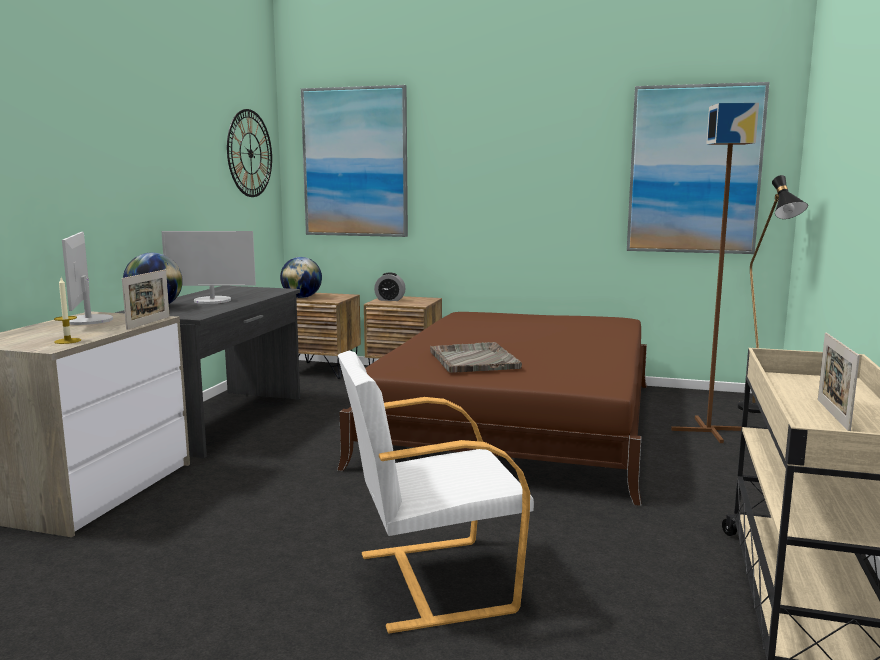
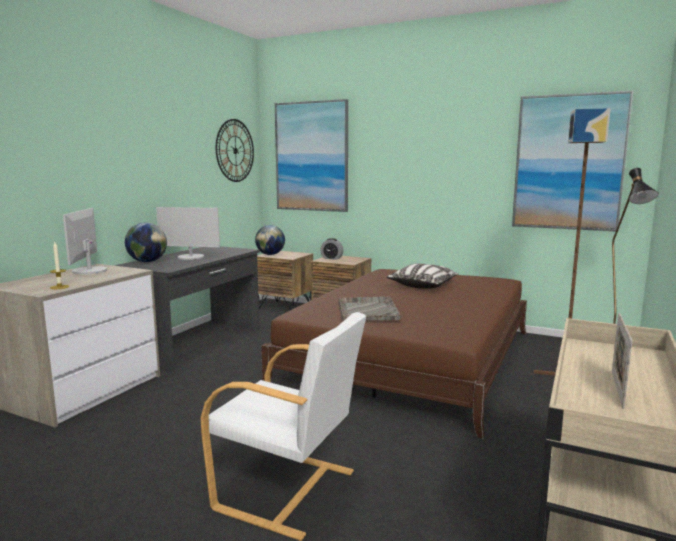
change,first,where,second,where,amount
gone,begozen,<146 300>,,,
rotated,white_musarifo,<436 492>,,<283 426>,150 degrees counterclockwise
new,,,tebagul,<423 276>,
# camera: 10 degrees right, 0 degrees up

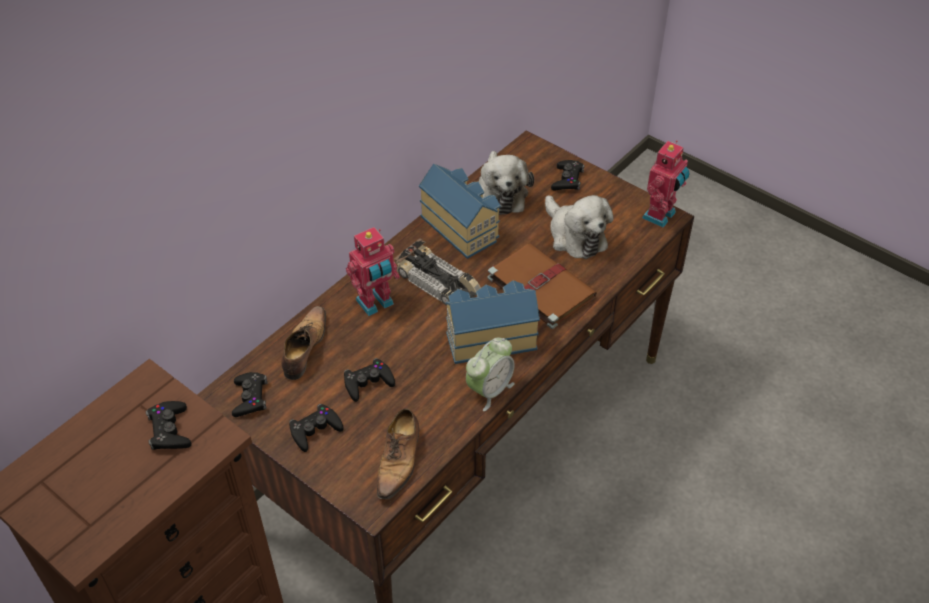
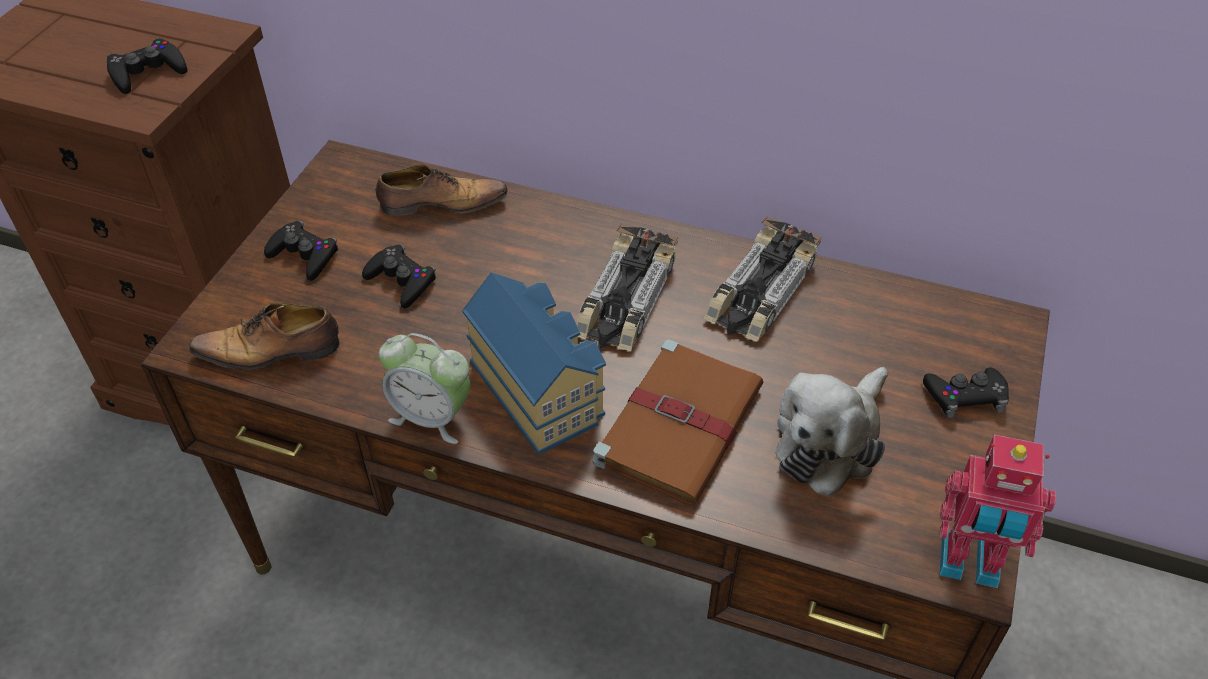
change,first,where,second,where,amount
gone,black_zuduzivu,<249 394>,,,
gone,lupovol,<373 271>,,,
swapped,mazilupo,<460 211>,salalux,<763 279>,
gone,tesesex,<506 183>,,,
# camera: 70 degrees right, 0 degrees up

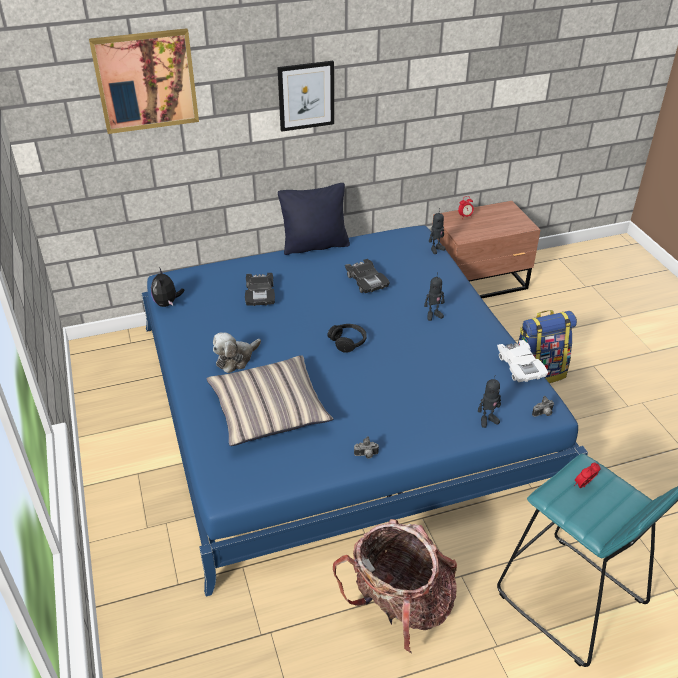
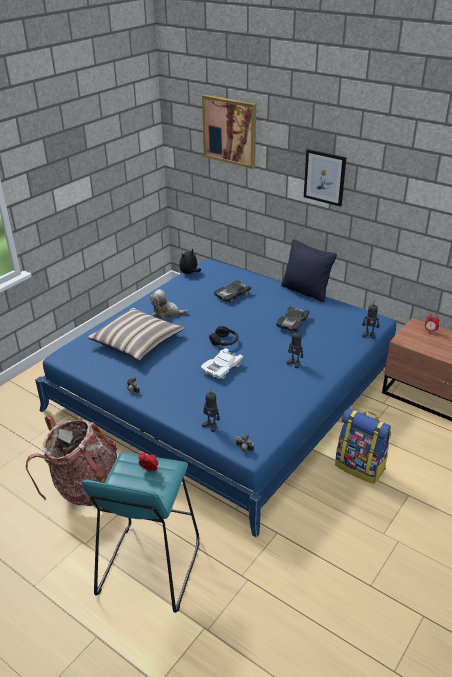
change,first,where,second,where,amount
shifted,white_salalux,<522 361>,,<222 363>,
# camera: 55 degrees right, 5 degrees down

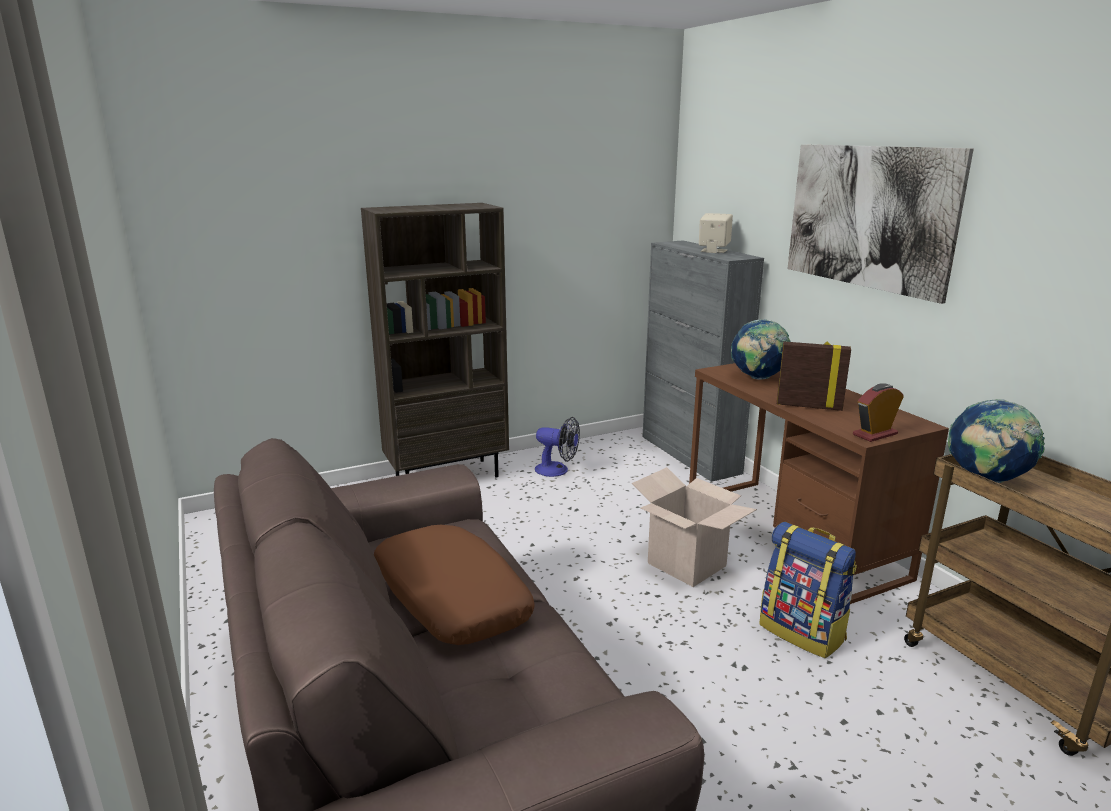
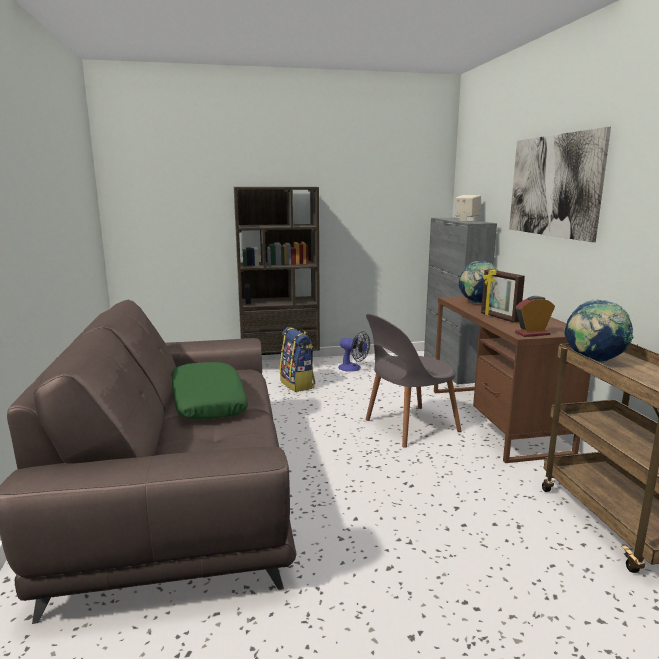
change,first,where,second,where,amount
repainted,brown_tebagul,<454 585>,green_tebagul,<209 390>,
swapped,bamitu,<694 527>,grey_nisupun,<414 381>,
shifted,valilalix,<808 590>,,<297 359>,
rotated,begozen,<814 376>,,<503 296>,150 degrees counterclockwise
# camera: 15 degrees right, 5 degrees down

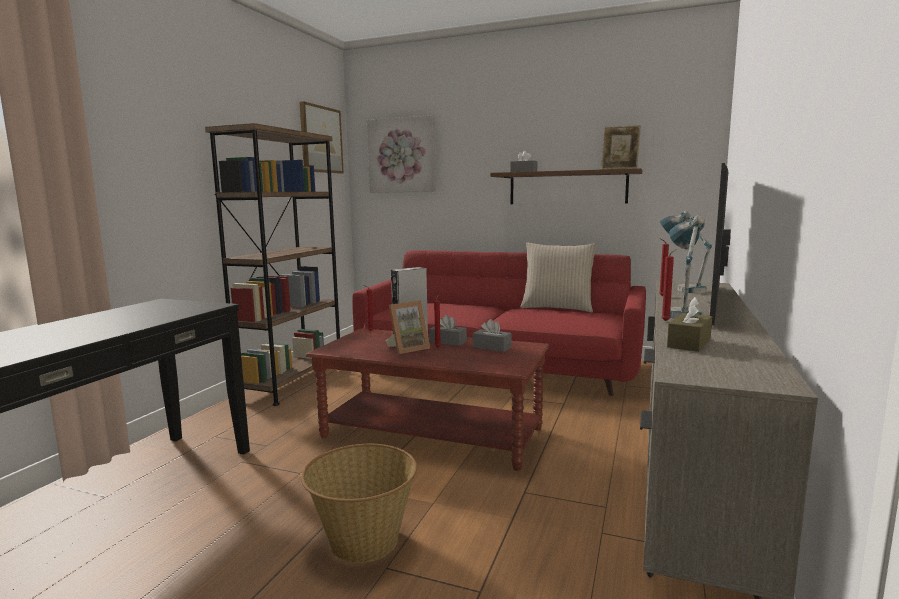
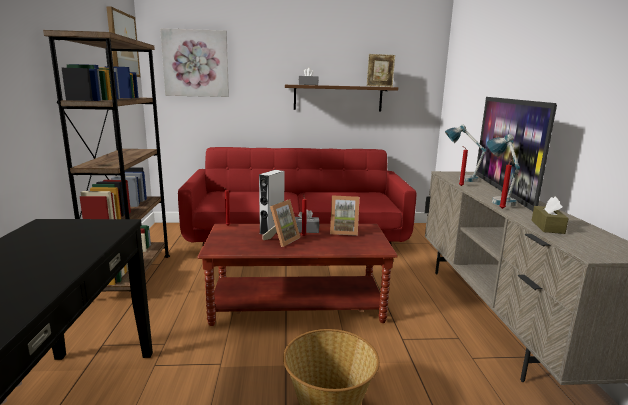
change,first,where,second,where,amount
swapped,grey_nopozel,<492 335>,begozen,<344 215>,
gone,beige_tebagul,<558 277>,,,
# camera: 25 degrees left, 5 degrees up

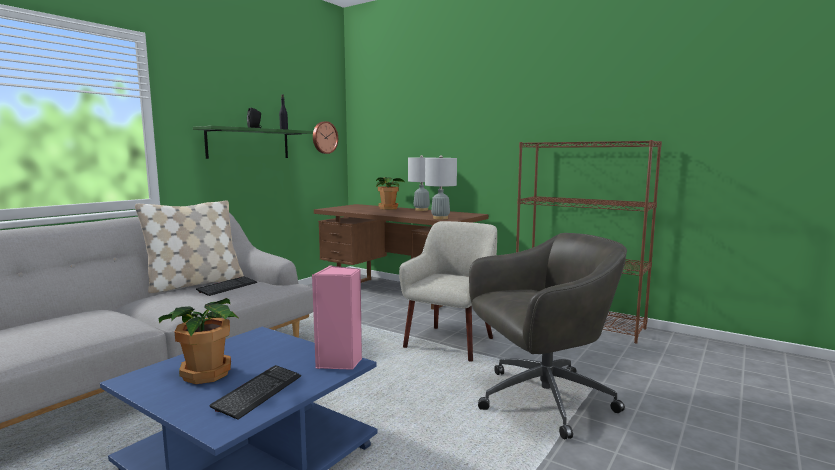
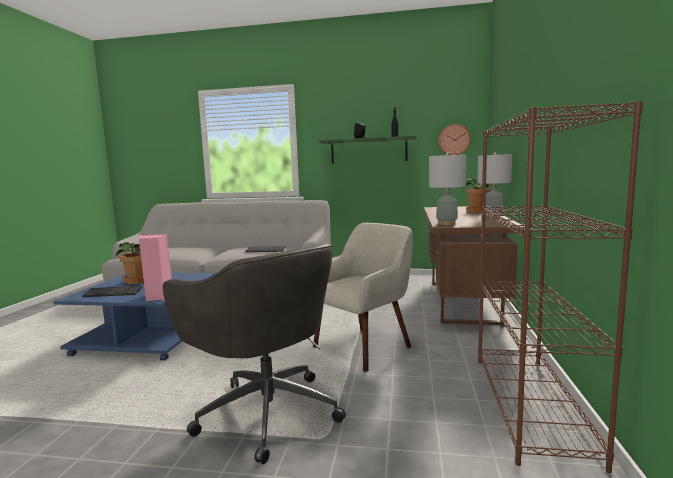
change,first,where,second,where,amount
gone,beige_tebagul,<189 246>,,,
rotated,beige_musarifo,<448 291>,,<363 297>,45 degrees counterclockwise
# camera: 65 degrees right, 0 degrees up

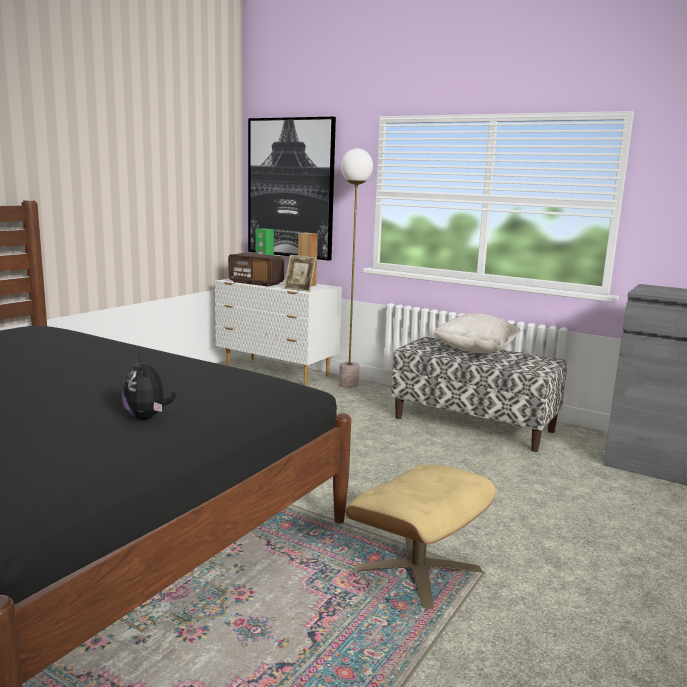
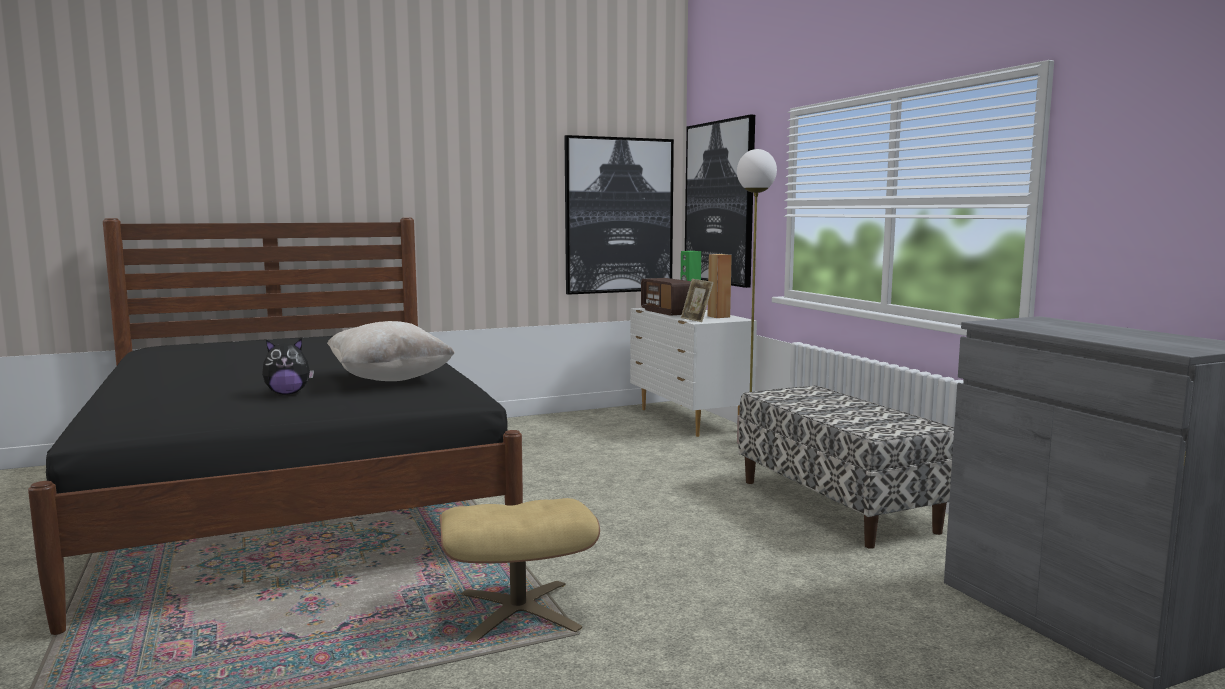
change,first,where,second,where,amount
rotated,tesesex,<149 387>,,<288 366>,120 degrees counterclockwise
shifted,beige_tebagul,<477 333>,,<391 351>,
new,,,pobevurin,<619 215>,
# camera: 35 degrees right, 5 degrees down

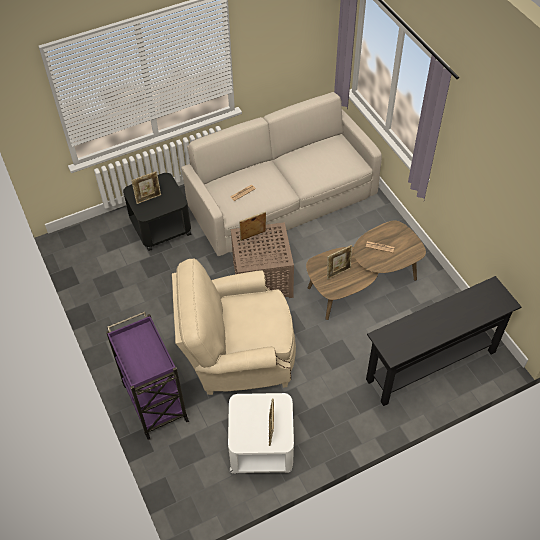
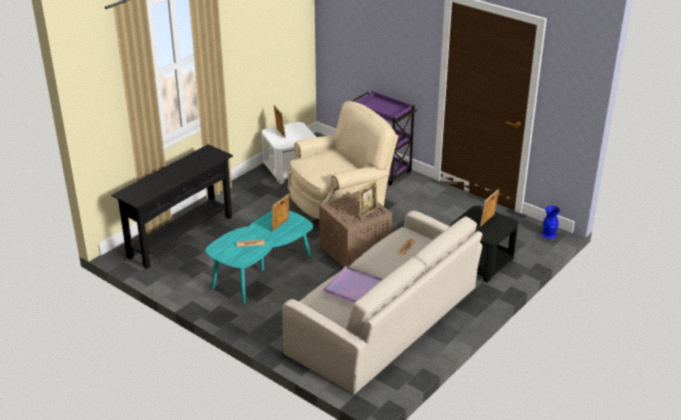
change,first,where,second,where,amount
repainted,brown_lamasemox,<366 270>,turquoise_lamasemox,<259 257>,
new,,,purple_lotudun,<351 285>,
new,,,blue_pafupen,<551 222>,
# camera: 155 degrees right, 20 degrees down

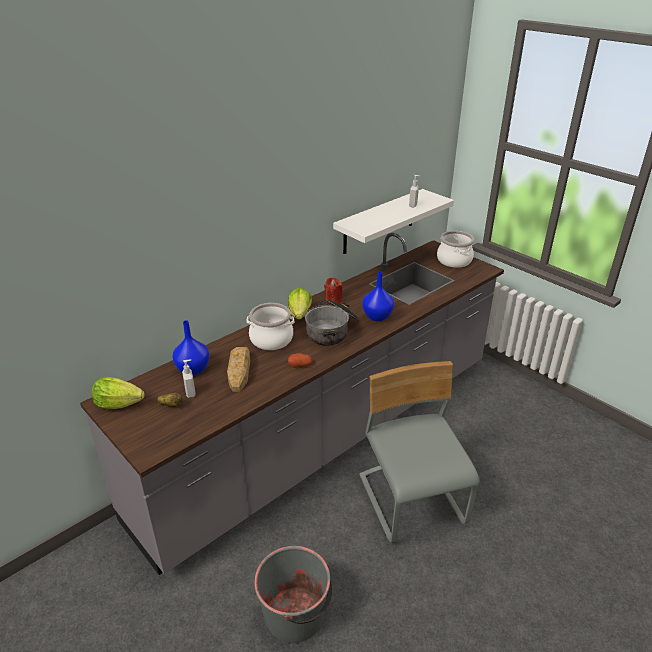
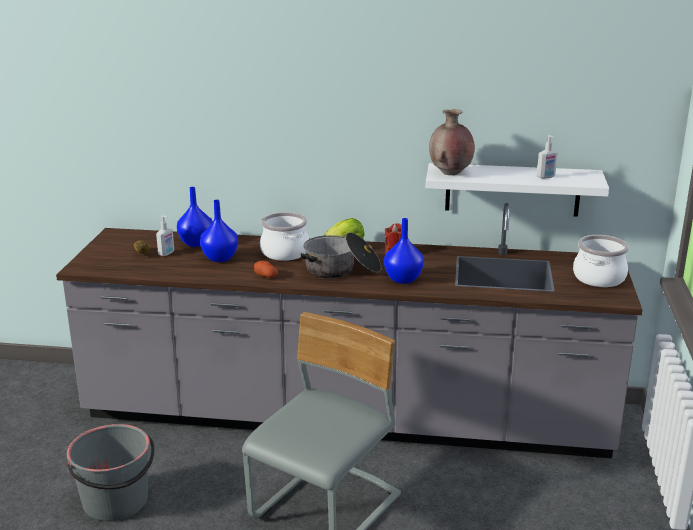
change,first,where,second,where,amount
gone,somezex,<118 393>,,,
swapped,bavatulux,<238 369>,blue_pafupen,<219 231>,
new,,,brown_pafupen,<452 142>,
# camera: 50 degrees right, 10 degrees down

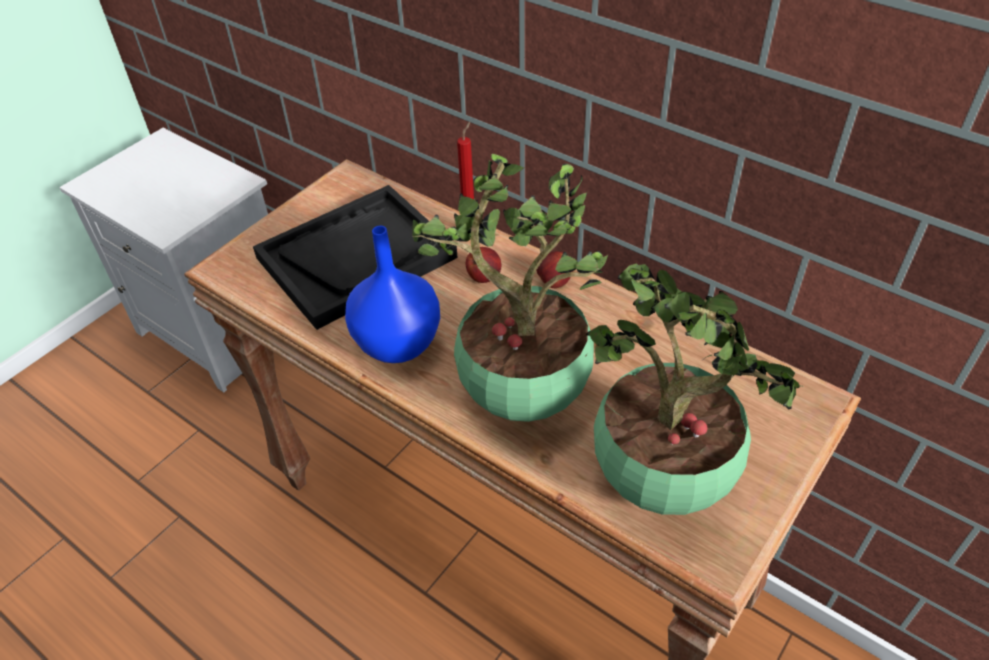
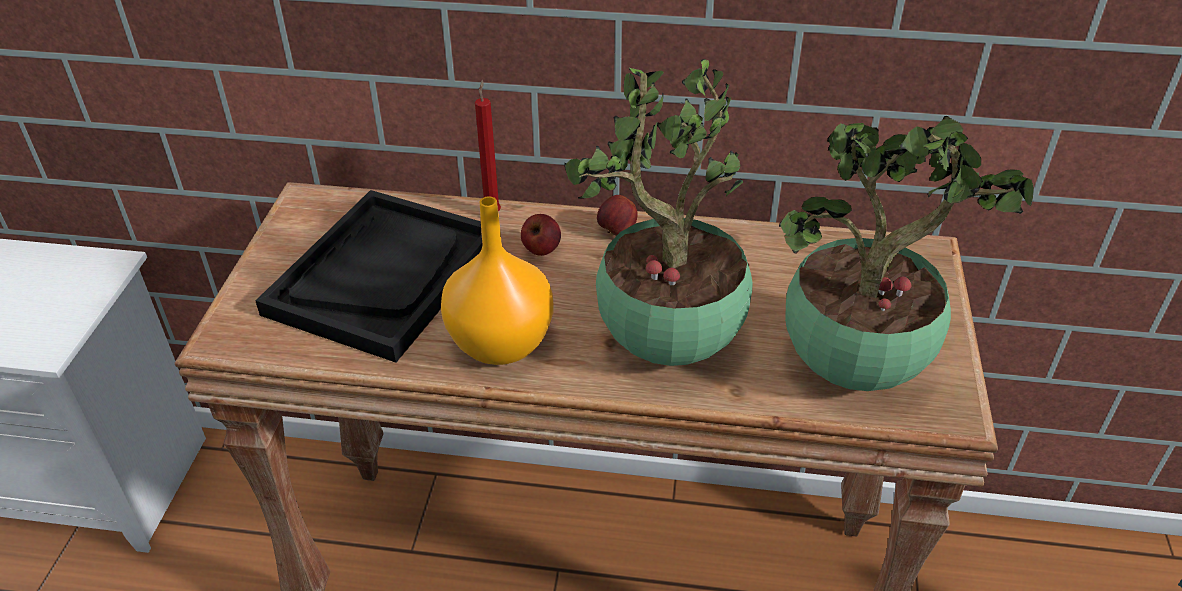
change,first,where,second,where,amount
repainted,blue_pafupen,<392 294>,orange_pafupen,<497 280>,
# camera: 30 degrees left, 5 degrees down

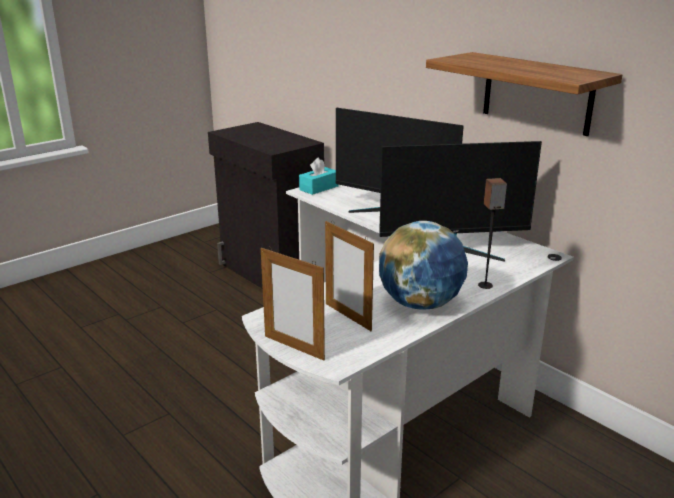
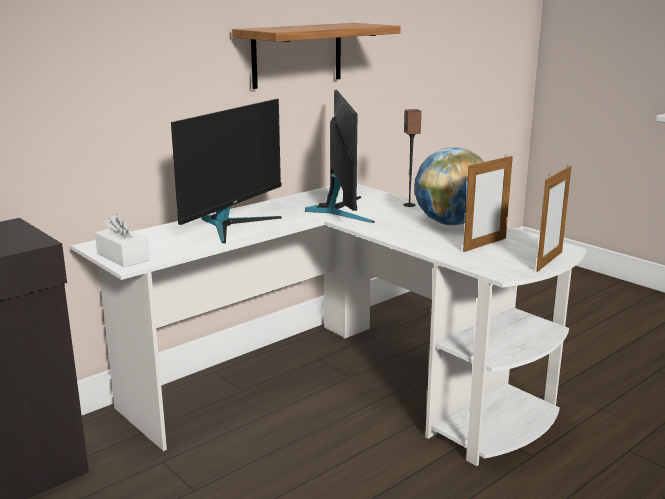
change,first,where,second,where,amount
repainted,turquoise_nopozel,<319 176>,white_nopozel,<122 240>,
# camera: 90 degrees left, 5 degrees down

